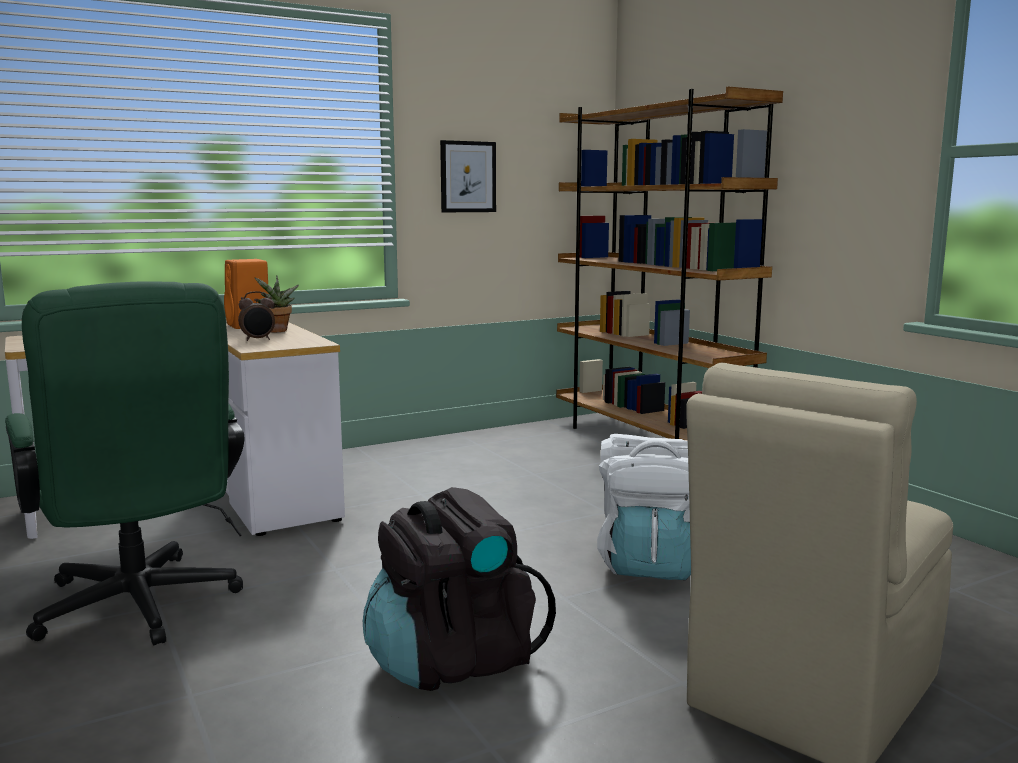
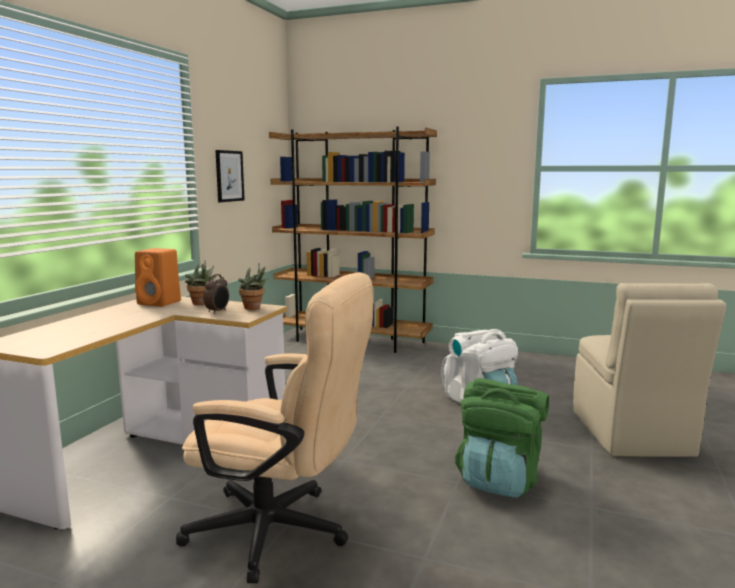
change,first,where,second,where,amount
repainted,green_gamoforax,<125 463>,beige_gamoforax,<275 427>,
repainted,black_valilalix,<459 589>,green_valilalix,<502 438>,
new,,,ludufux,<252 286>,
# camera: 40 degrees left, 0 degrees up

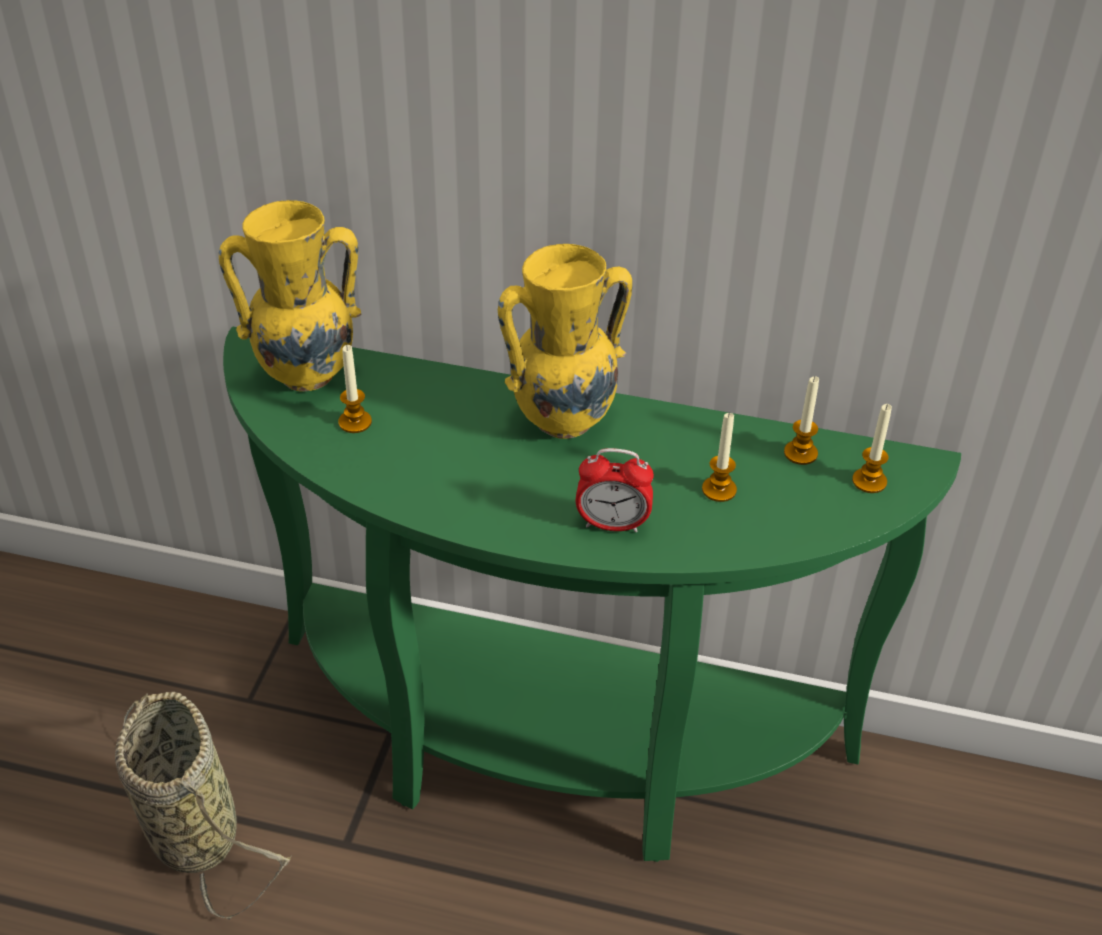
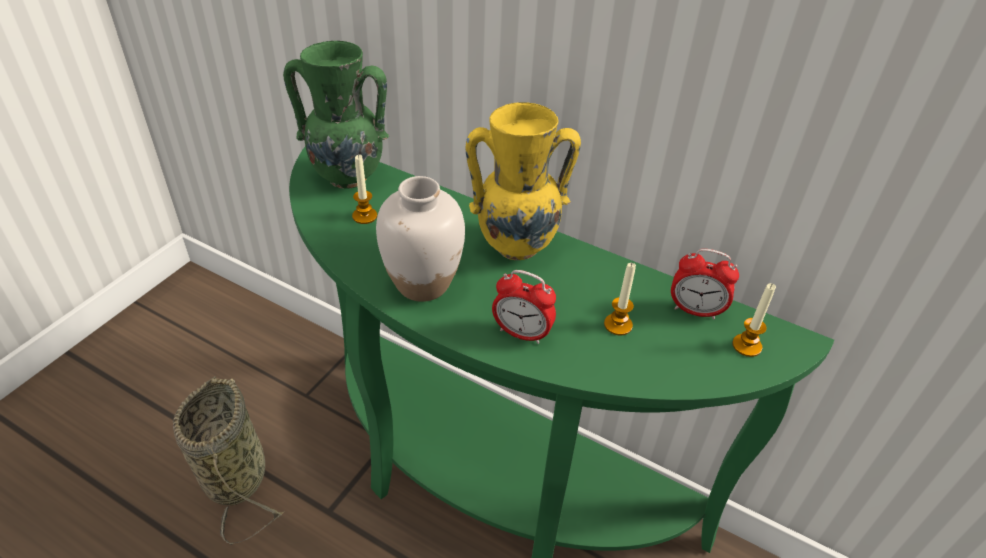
change,first,where,second,where,amount
repainted,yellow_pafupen,<290 296>,green_pafupen,<336 115>,
swapped,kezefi,<801 420>,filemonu,<705 284>,
new,,,white_pafupen,<420 239>,
# camera: 15 degrees right, 0 degrees up

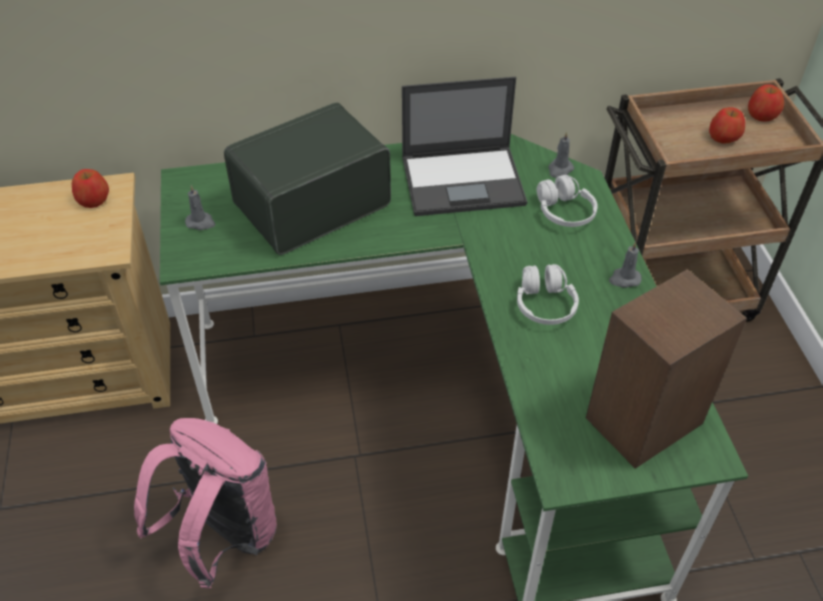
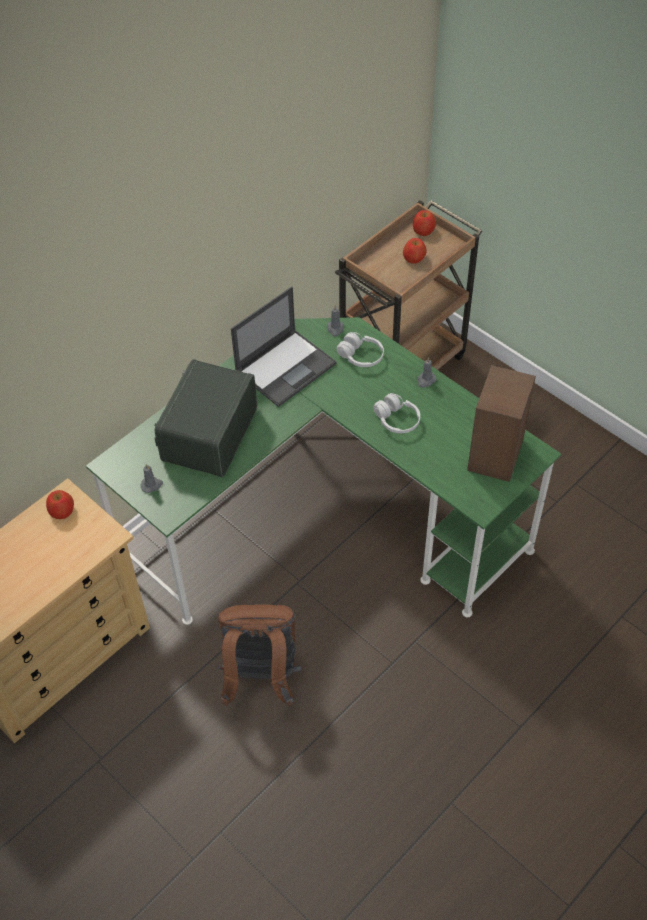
change,first,where,second,where,amount
repainted,pink_valilalix,<205 503>,brown_valilalix,<259 655>,
# camera: 35 degrees left, 5 degrees up

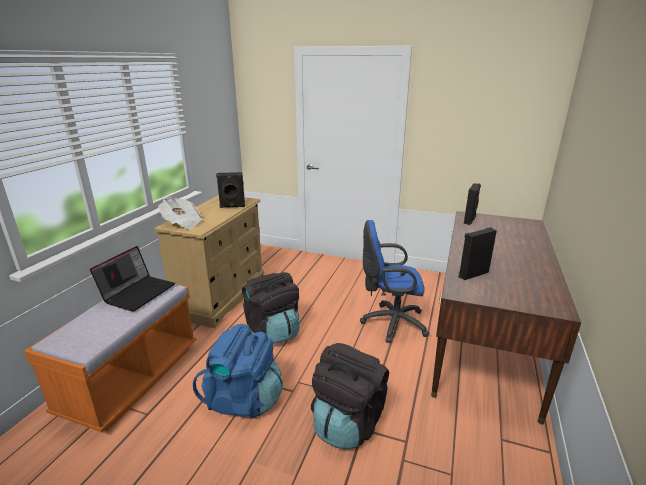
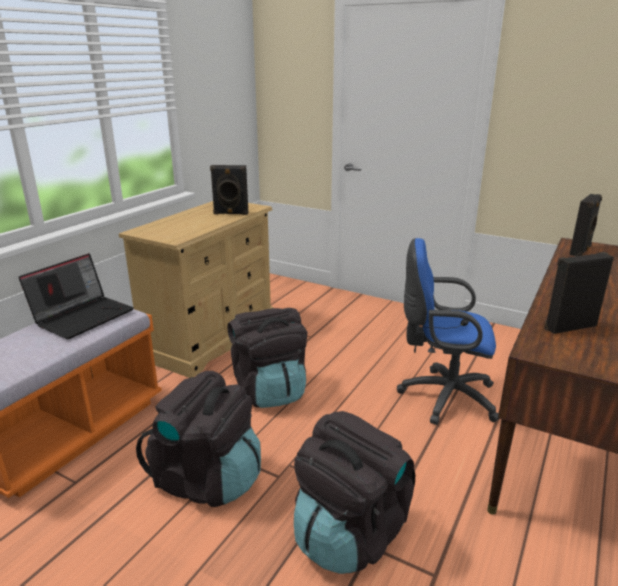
change,first,where,second,where,amount
gone,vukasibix,<180 213>,,,
repainted,blue_valilalix,<238 371>,black_valilalix,<198 439>,
# camera: 10 degrees right, 0 degrees up

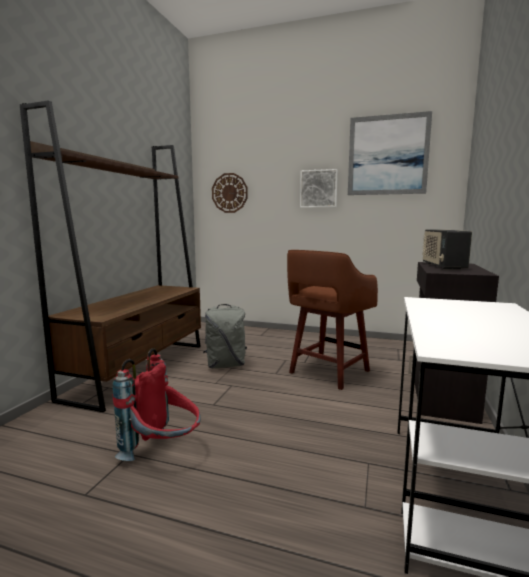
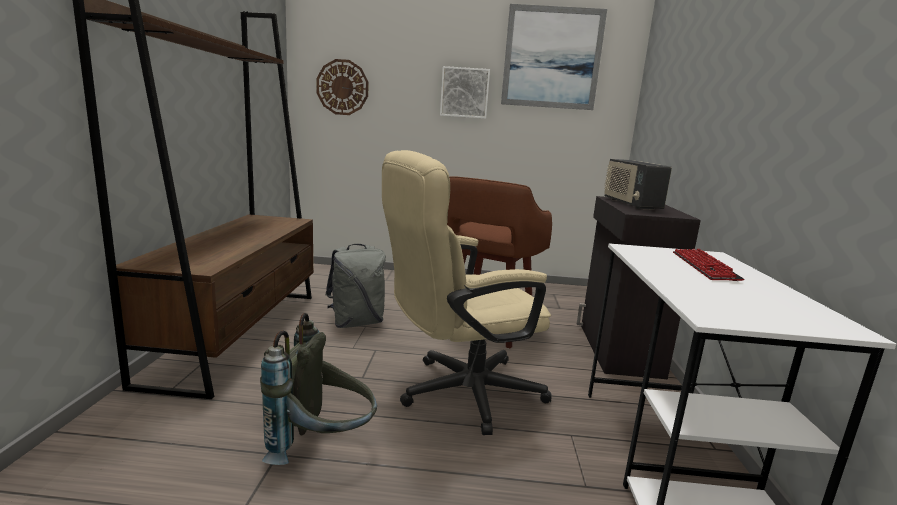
change,first,where,second,where,amount
repainted,red_valilalix,<157 404>,grey_valilalix,<318 389>,
new,,,beige_gamoforax,<467 292>,
new,,,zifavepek,<708 265>,
# camera: 15 degrees left, 5 degrees up

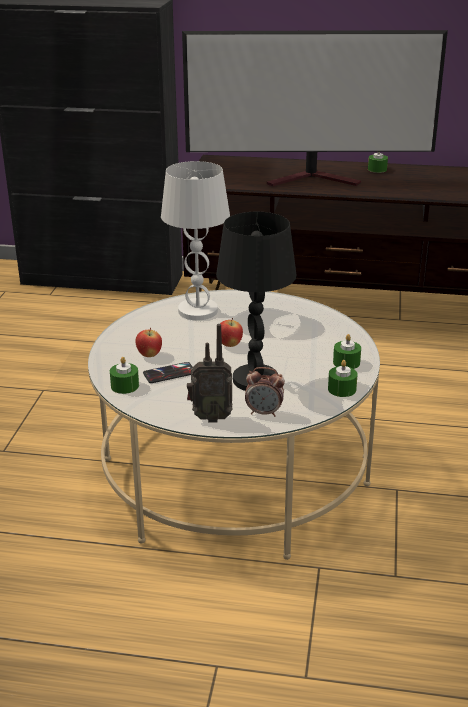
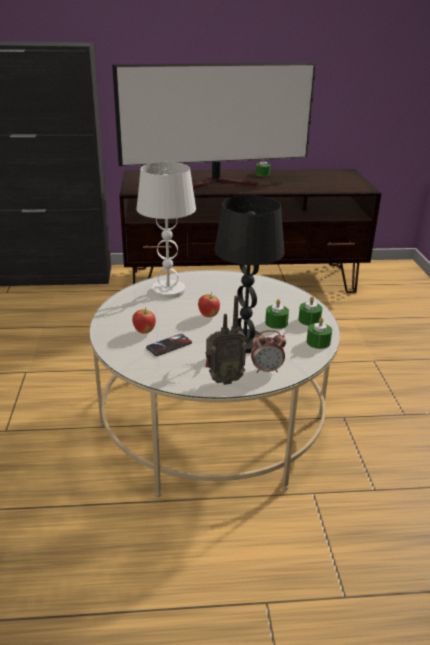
change,first,where,second,where,amount
shifted,green_kezefi,<124 375>,,<277 314>,
# camera: 15 degrees left, 0 degrees up

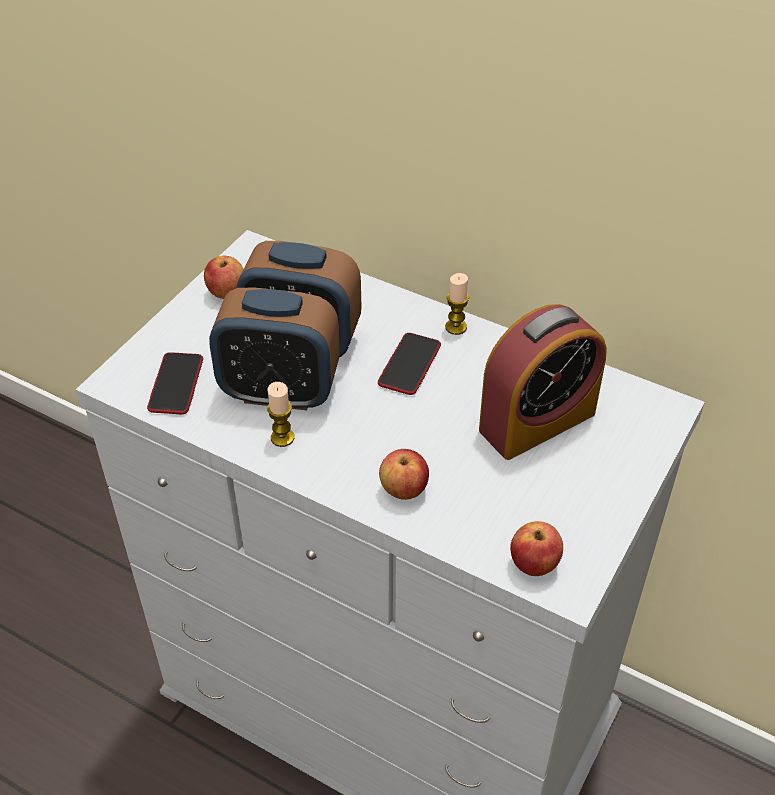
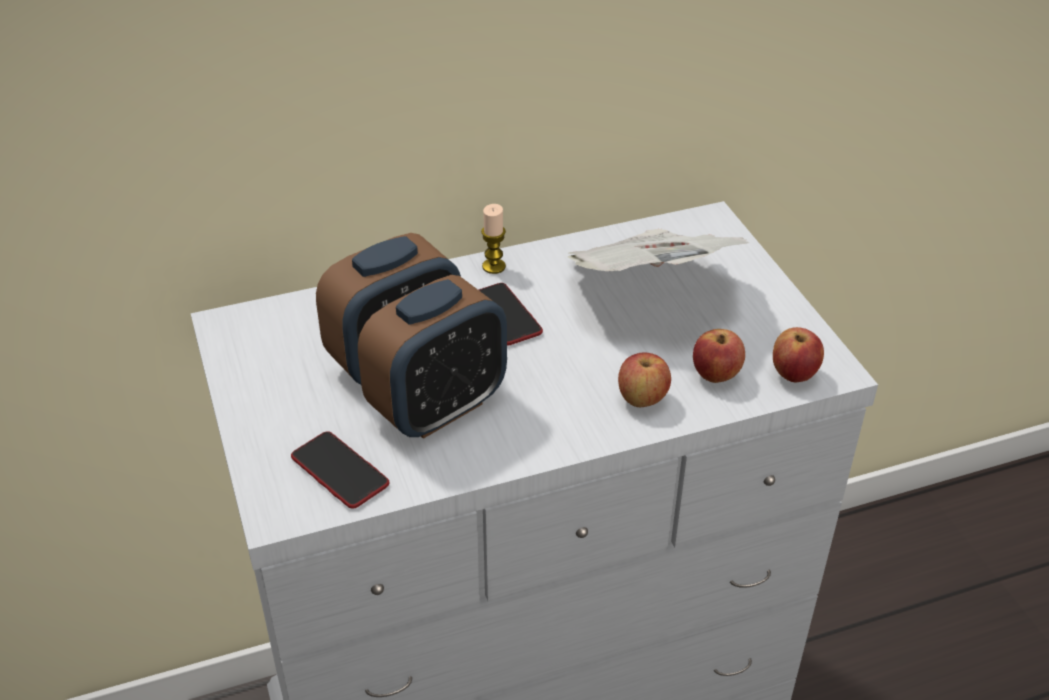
change,first,where,second,where,amount
shifted,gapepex,<224 277>,,<719 356>,
gone,kezefi,<280 414>,,,
swapped,filemonu,<543 382>,vukasibix,<659 250>,
# camera: 50 degrees left, 5 degrees down

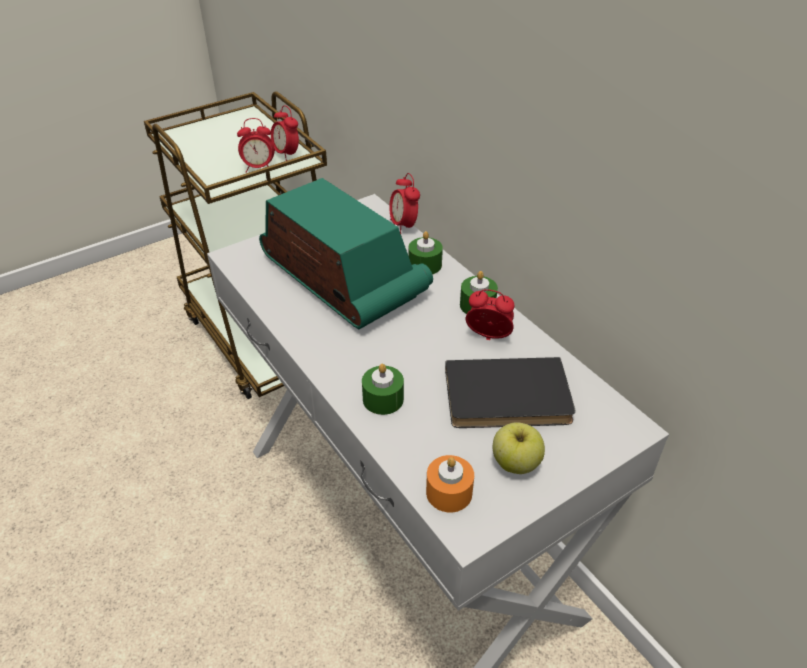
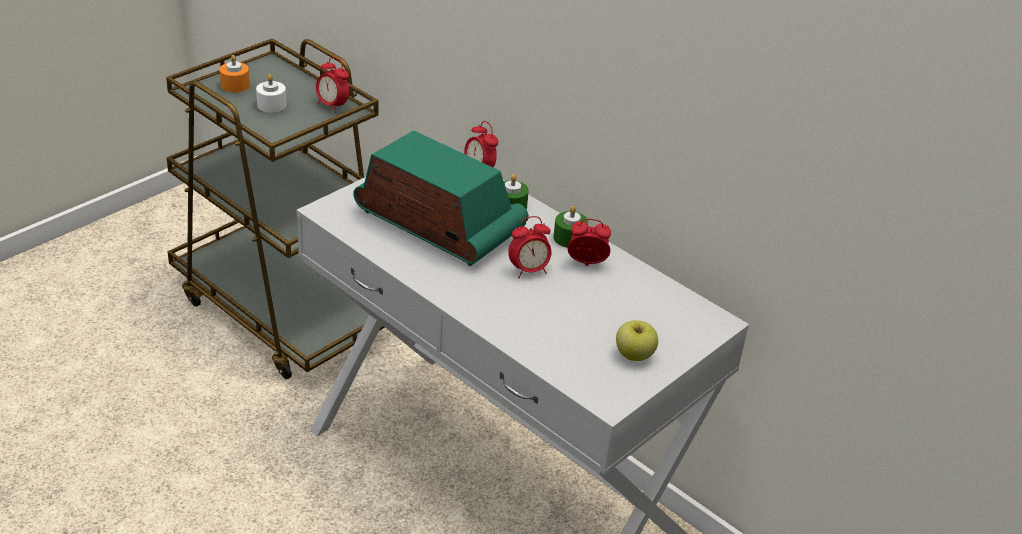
change,first,where,second,where,amount
shifted,filemonu,<256 145>,,<529 247>,
gone,green_kezefi,<383 389>,,,
shifted,orange_kezefi,<450 483>,,<235 74>,
gone,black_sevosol,<510 392>,,,
new,,,white_kezefi,<271 93>,
# camera: 15 degrees left, 5 degrees down

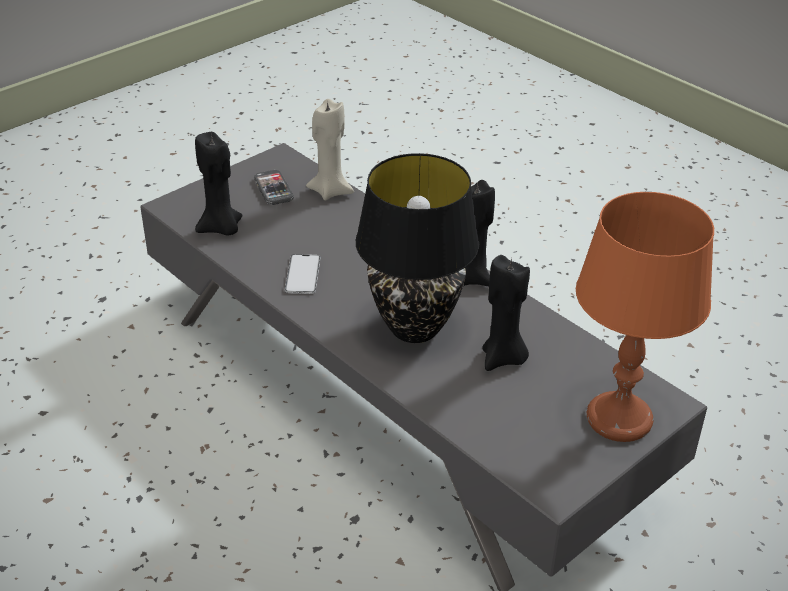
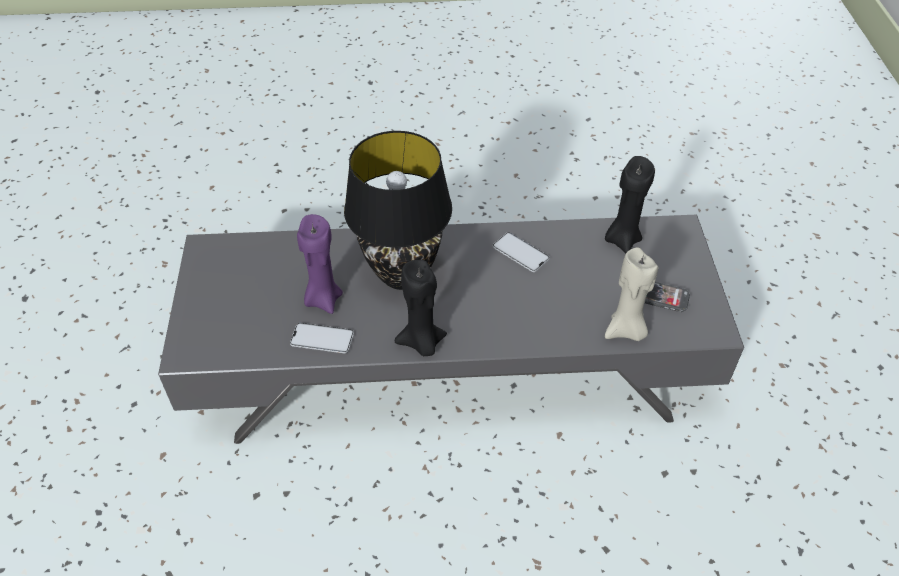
change,first,where,second,where,amount
repainted,black_kezefi,<506 313>,purple_kezefi,<320 264>,
gone,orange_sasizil,<645 317>,,,
new,,,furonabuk,<322 338>,
# camera: 130 degrees right, 10 degrees up

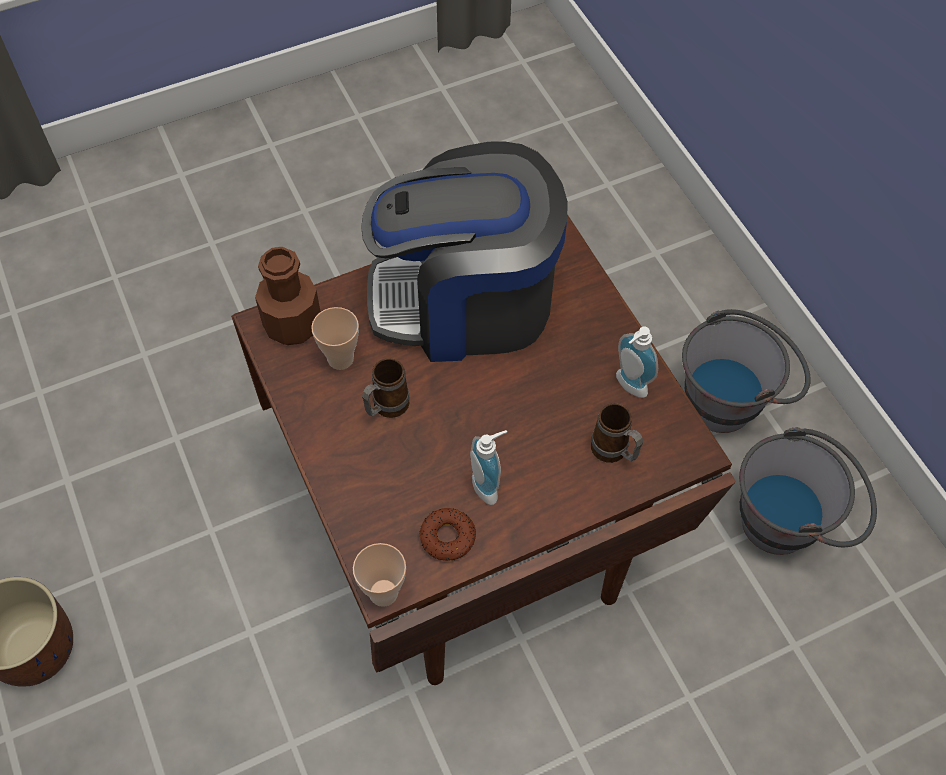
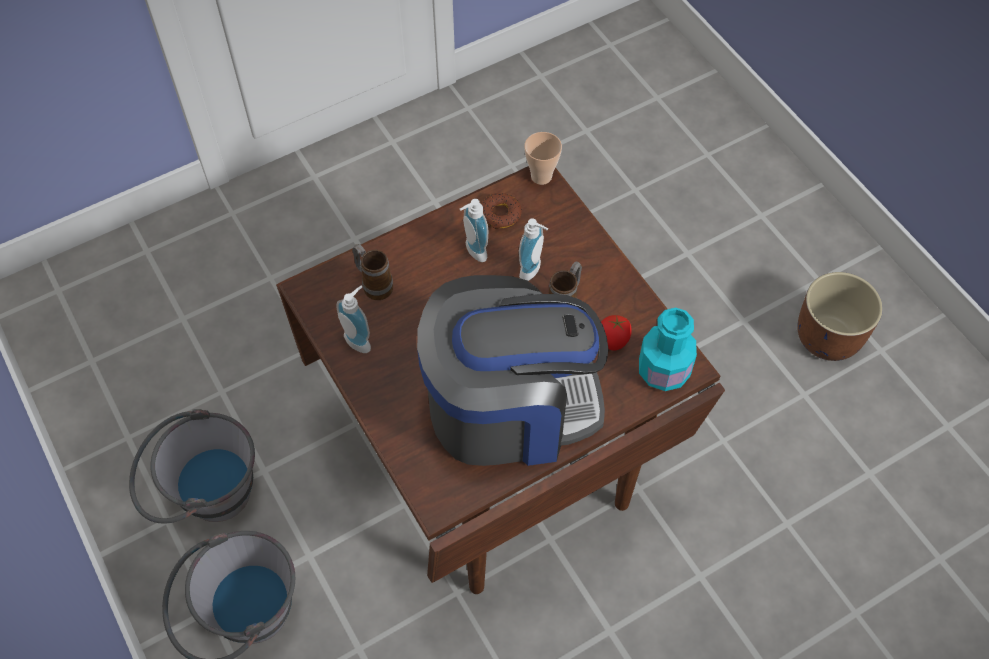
change,first,where,second,where,amount
repainted,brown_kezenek,<288 296>,turquoise_kezenek,<668 349>,
swapped,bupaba,<335 338>,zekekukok,<616 333>,
new,,,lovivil,<533 250>,
# camera: 175 degrees right, 0 degrees up

